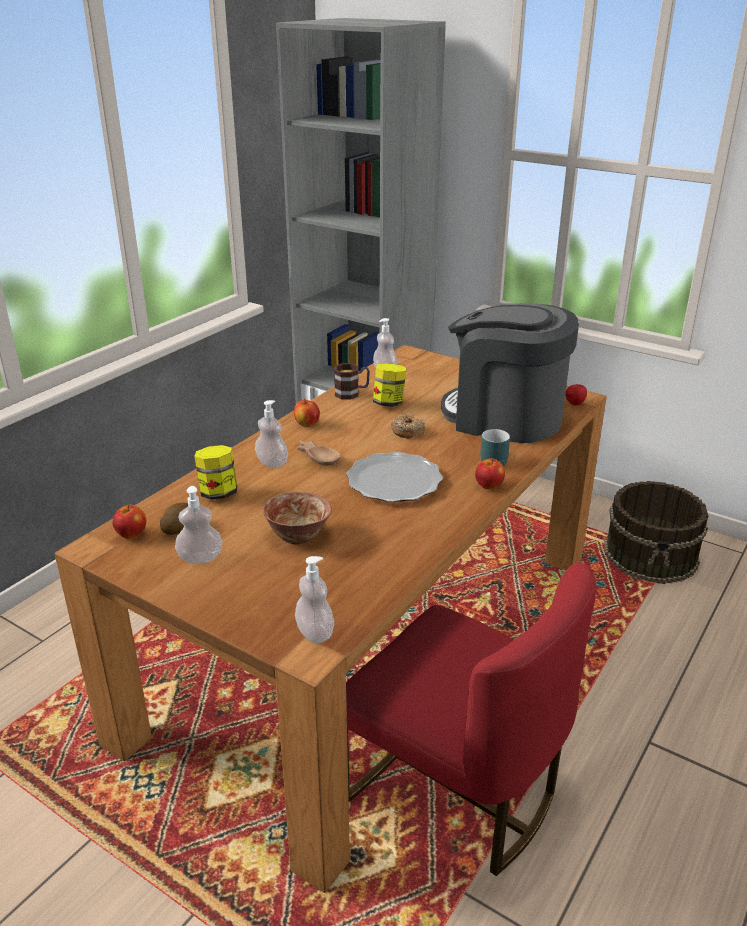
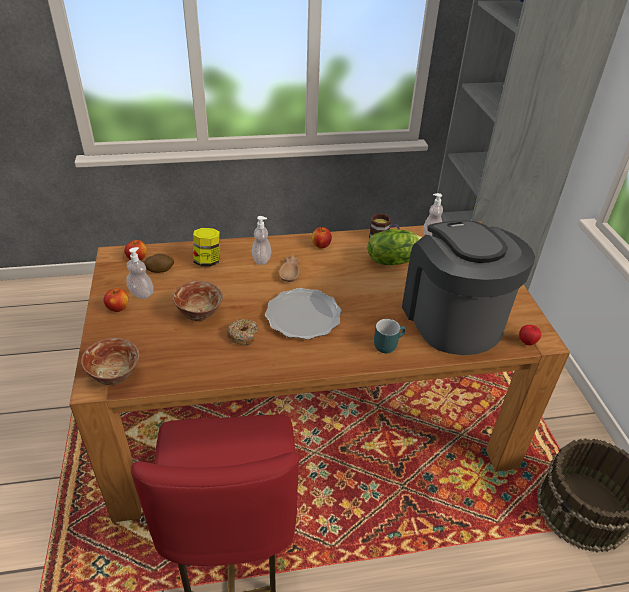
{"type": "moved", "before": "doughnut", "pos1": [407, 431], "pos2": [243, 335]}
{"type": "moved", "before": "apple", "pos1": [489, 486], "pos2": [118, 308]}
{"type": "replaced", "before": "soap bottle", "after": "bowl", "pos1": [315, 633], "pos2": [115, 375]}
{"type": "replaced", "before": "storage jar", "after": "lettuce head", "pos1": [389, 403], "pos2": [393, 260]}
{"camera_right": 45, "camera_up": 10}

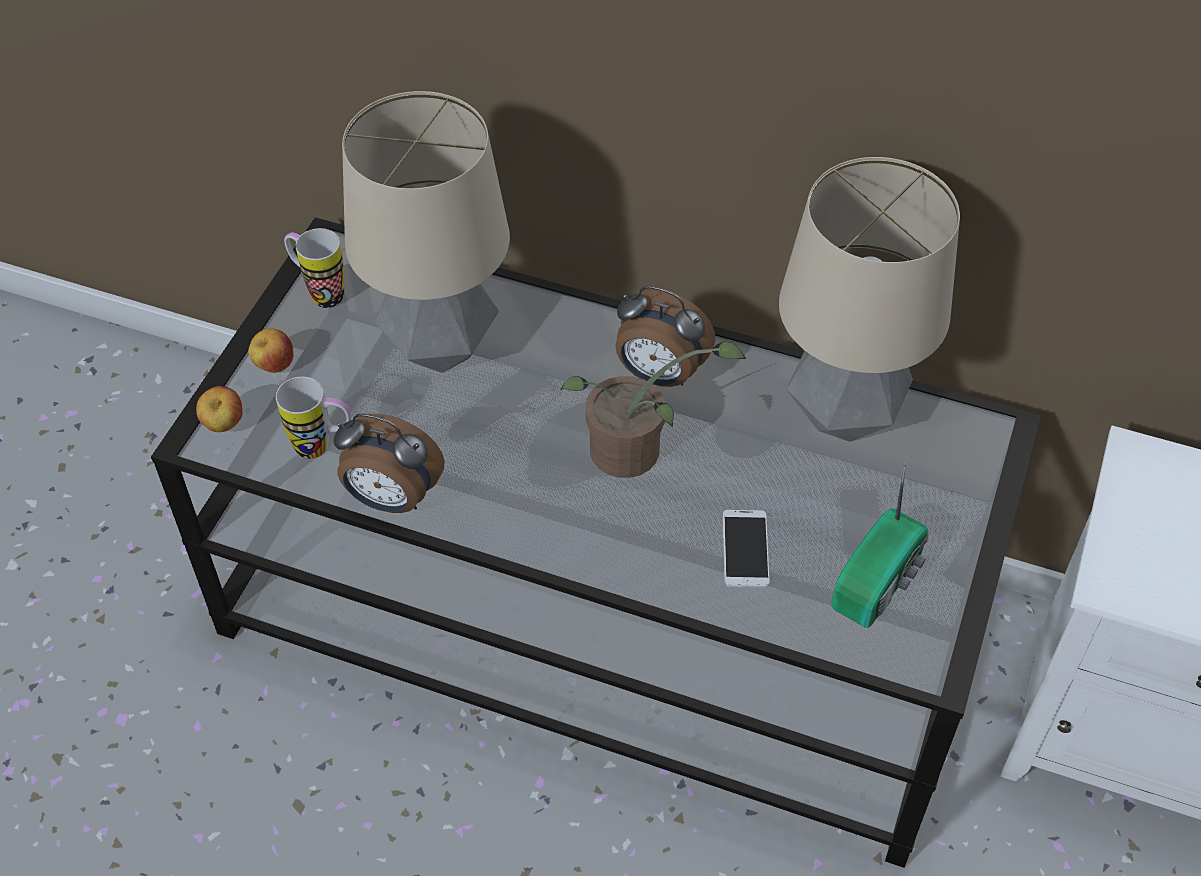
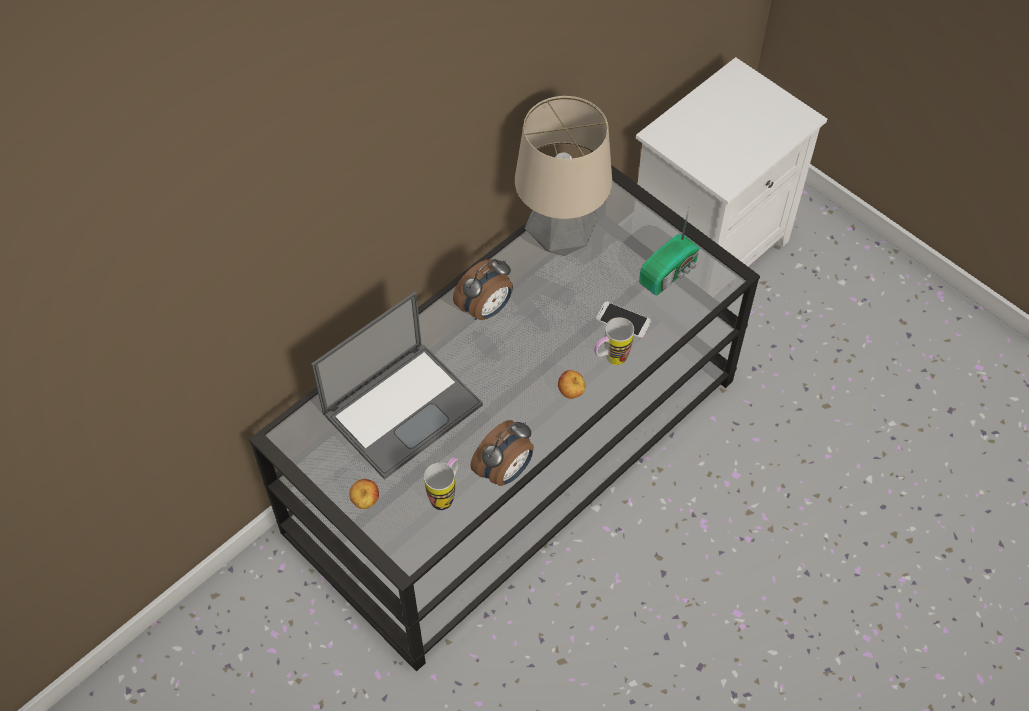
{"type": "removed", "before": "plant in a pot", "pos1": [635, 453]}
{"type": "moved", "before": "apple", "pos1": [223, 425], "pos2": [571, 392]}
{"type": "moved", "before": "coffee mug", "pos1": [319, 292], "pos2": [610, 359]}
{"type": "replaced", "before": "lamp for a table", "after": "notebook computer", "pos1": [441, 348], "pos2": [403, 407]}
{"type": "turned", "before": "radio set", "pos1": [880, 580], "pos2": [670, 272], "turn": 75}
{"camera_right": -65, "camera_up": 5}

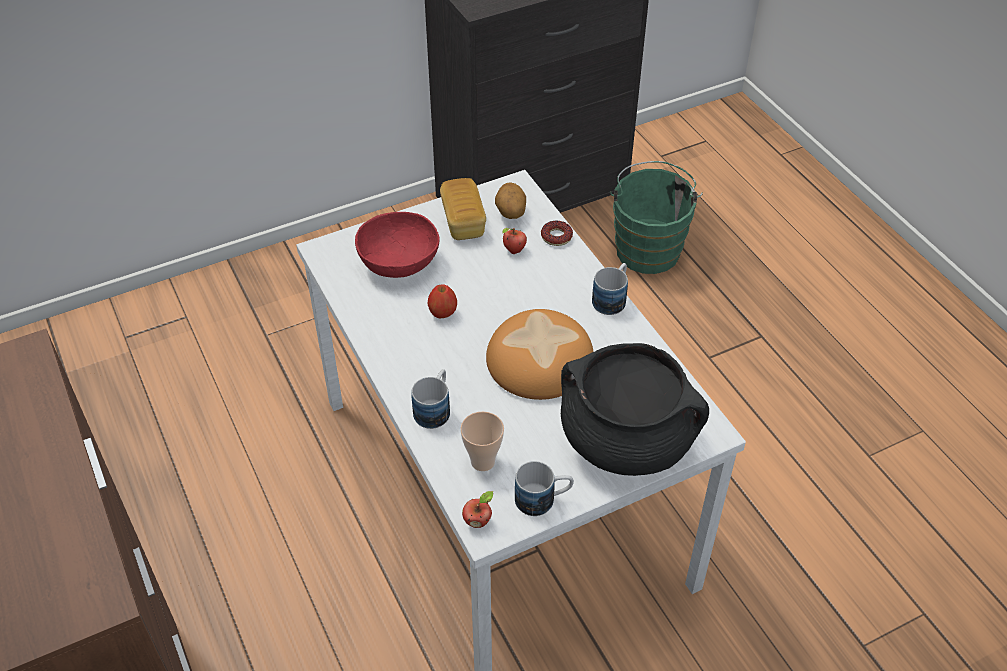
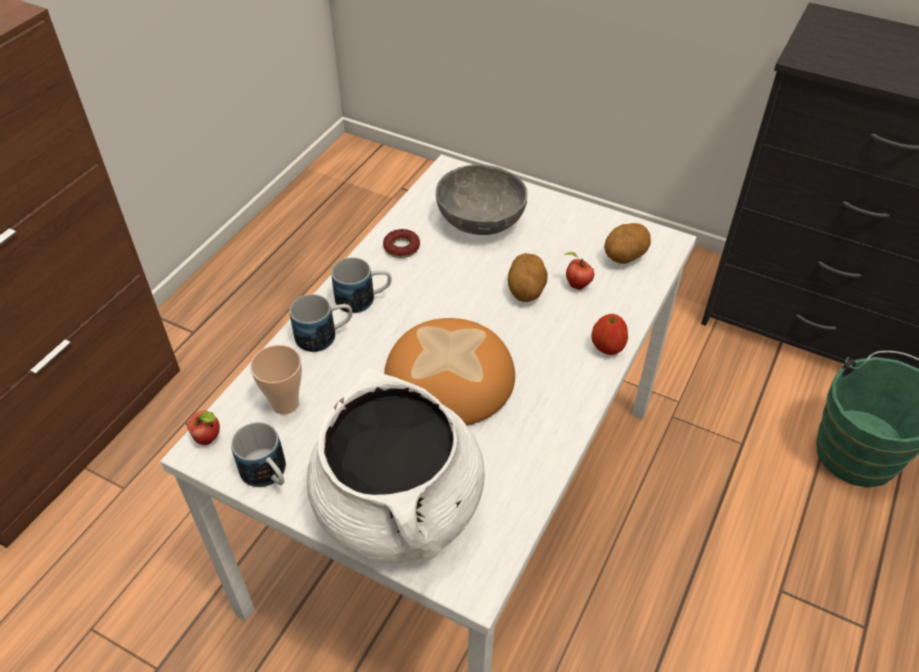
{"type": "removed", "before": "baked bread", "pos1": [463, 221]}
{"type": "added", "after": "potato", "pos2": [526, 291]}
{"type": "moved", "before": "apple", "pos1": [442, 313], "pos2": [607, 348]}
{"type": "moved", "before": "doughnut", "pos1": [556, 236], "pos2": [401, 247]}
{"type": "moved", "before": "coffee mug", "pos1": [612, 298], "pos2": [364, 299]}
{"type": "recoloured", "before": "bowl/red", "after": "bowl/greyish", "pos1": [399, 263], "pos2": [481, 221]}
{"type": "recoloured", "before": "saucepot/black-coloured", "after": "saucepot/white", "pos1": [627, 440], "pos2": [399, 508]}
{"camera_right": 55, "camera_up": 0}

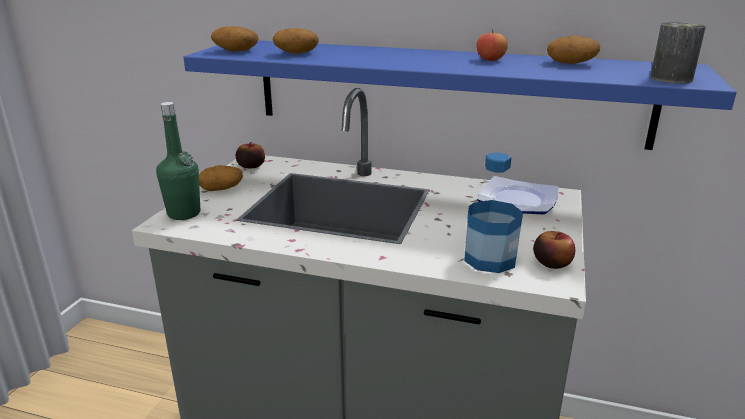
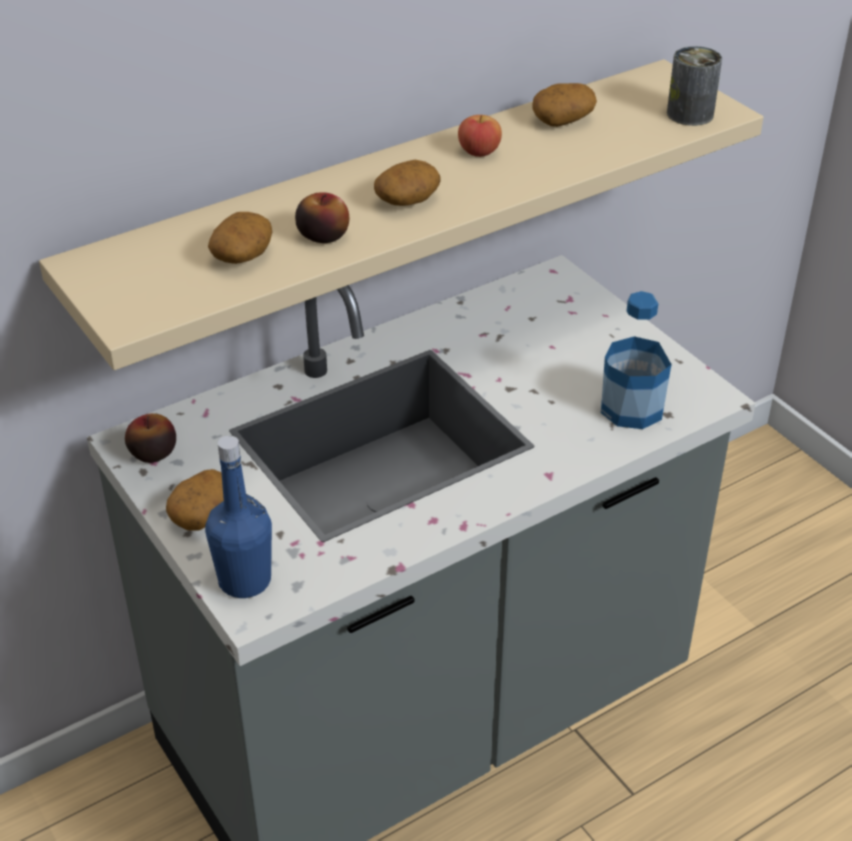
{"type": "removed", "before": "dinner plate", "pos1": [516, 200]}
{"type": "moved", "before": "potato", "pos1": [235, 51], "pos2": [407, 201]}
{"type": "moved", "before": "apple", "pos1": [552, 263], "pos2": [323, 235]}
{"type": "recoloured", "before": "drink bottle/green-coloured", "after": "drink bottle/blue-coloured", "pos1": [184, 214], "pos2": [245, 580]}
{"type": "recoloured", "before": "shelf/blue-coloured", "after": "shelf/beige", "pos1": [445, 91], "pos2": [386, 203]}
{"camera_right": -50, "camera_up": 15}

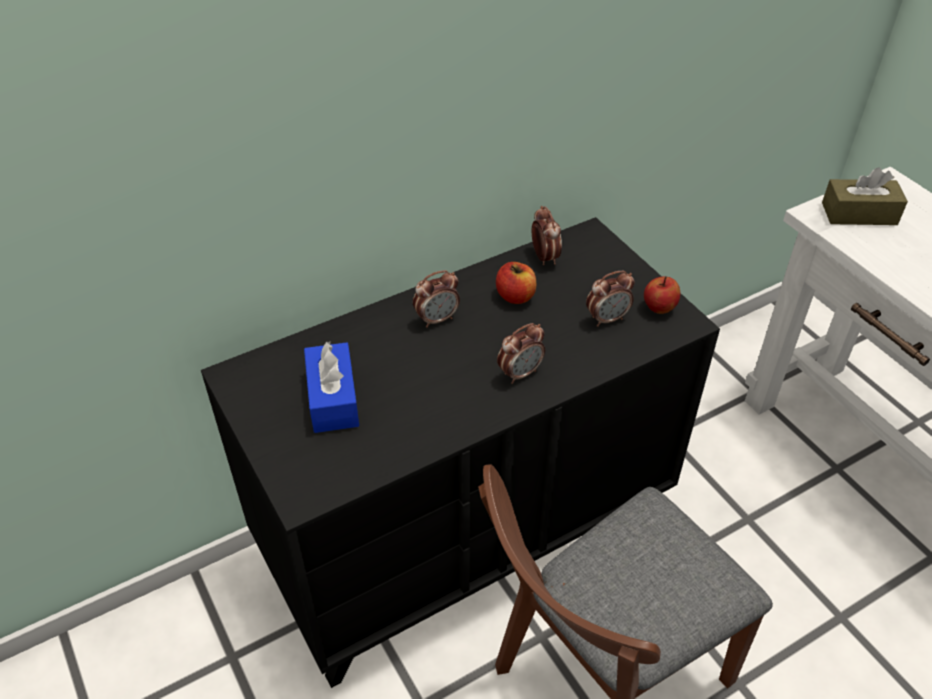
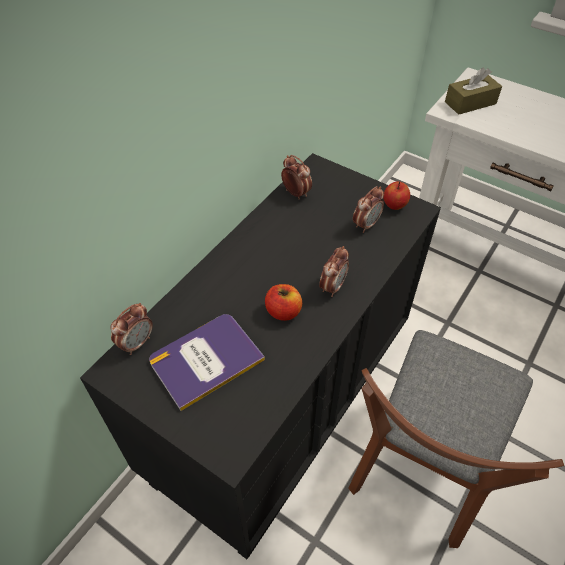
{"type": "moved", "before": "bedside clock", "pos1": [437, 319], "pos2": [137, 343]}
{"type": "moved", "before": "apple", "pos1": [515, 296], "pos2": [283, 311]}
{"type": "replaced", "before": "tissue box/blue-coloured", "after": "book", "pos1": [333, 398], "pos2": [206, 360]}
{"camera_right": -25, "camera_up": 5}

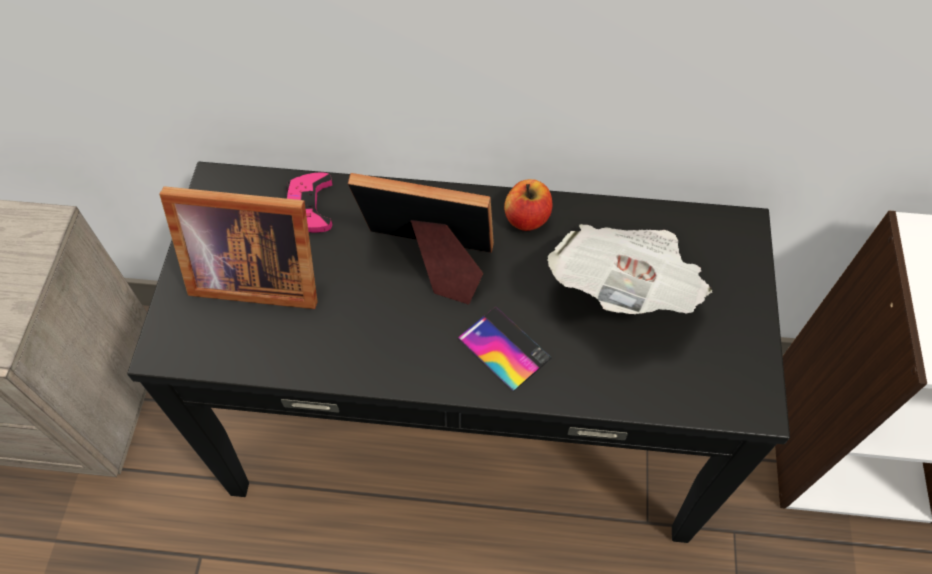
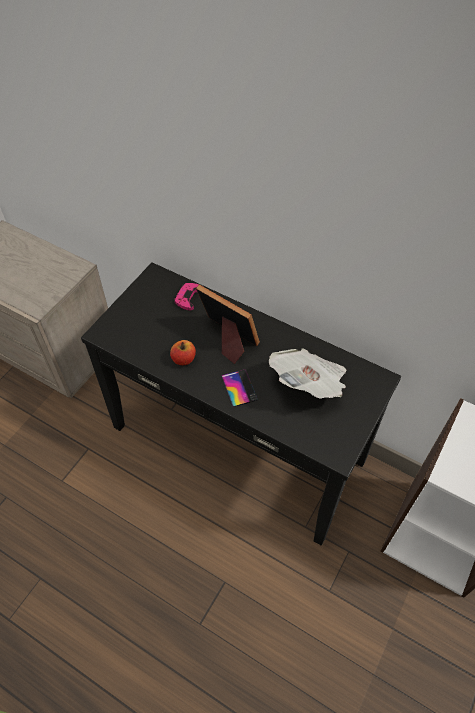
{"type": "removed", "before": "picture frame", "pos1": [254, 274]}
{"type": "moved", "before": "apple", "pos1": [527, 218], "pos2": [184, 359]}
{"camera_right": 25, "camera_up": -5}

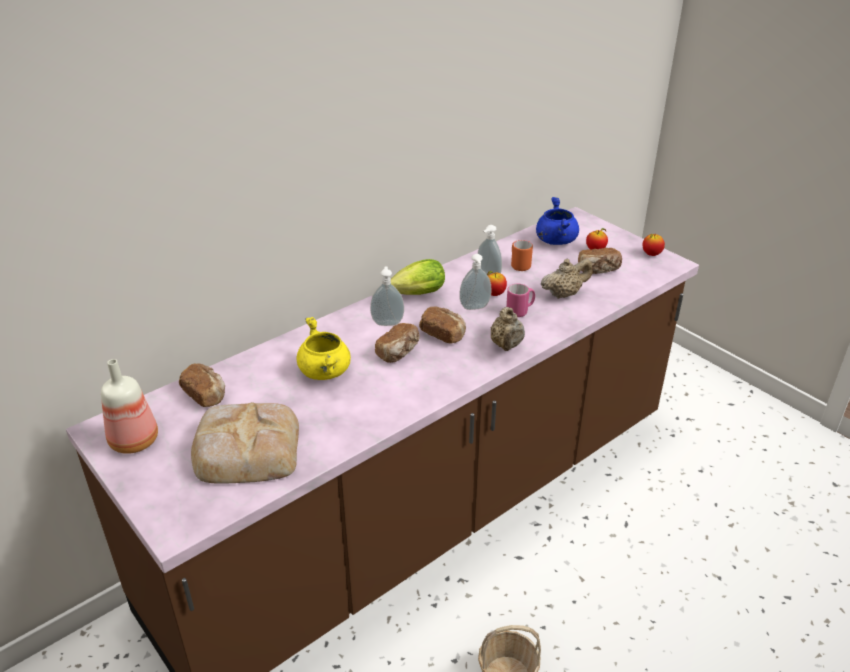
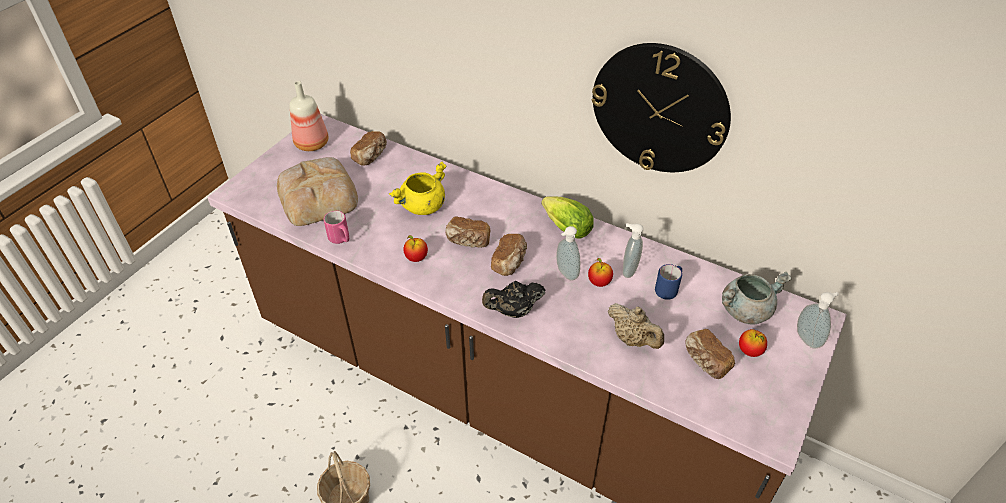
{"type": "added", "after": "clock on the wall", "pos2": [660, 109]}
{"type": "moved", "before": "soap bottle", "pos1": [387, 322], "pos2": [808, 339]}
{"type": "moved", "before": "coffee mug/pinkish", "pos1": [520, 311], "pos2": [341, 239]}
{"type": "moved", "before": "apple", "pos1": [651, 254], "pos2": [416, 258]}
{"type": "recoloured", "before": "pot for tea/beige", "after": "pot for tea/black-coloured", "pos1": [506, 345], "pos2": [513, 311]}
{"type": "recoloured", "before": "coffee mug/orange", "after": "coffee mug/blue-coloured", "pos1": [519, 265], "pos2": [668, 289]}
{"type": "recoloured", "before": "saucepot/blue-coloured", "after": "saucepot/greyish", "pos1": [555, 240], "pos2": [745, 310]}
{"camera_right": 70, "camera_up": 10}

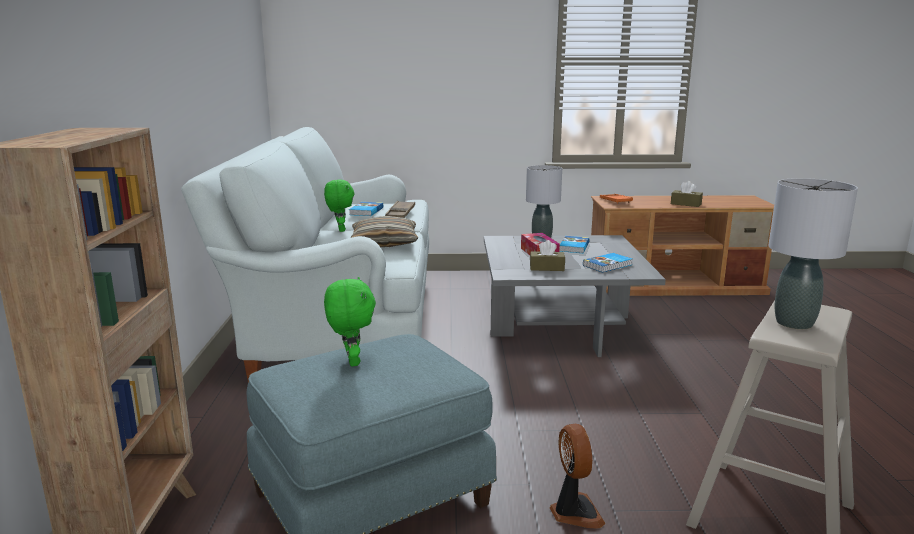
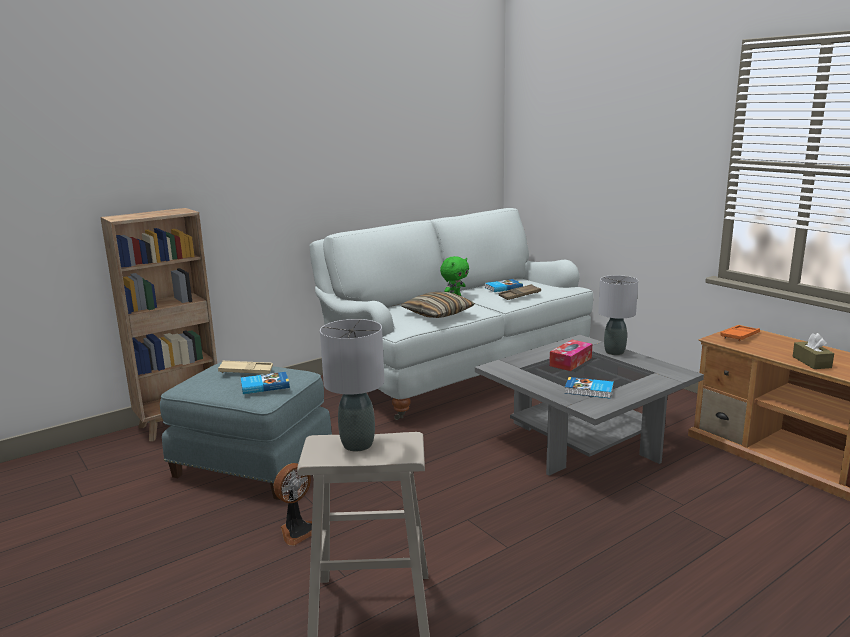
{"type": "removed", "before": "tissue box/brownish", "pos1": [547, 268]}
{"type": "moved", "before": "book", "pos1": [573, 247], "pos2": [264, 385]}
{"type": "replaced", "before": "soft toy/green-coloured", "after": "tray/beige", "pos1": [351, 361], "pos2": [246, 371]}
{"camera_right": 55, "camera_up": 0}

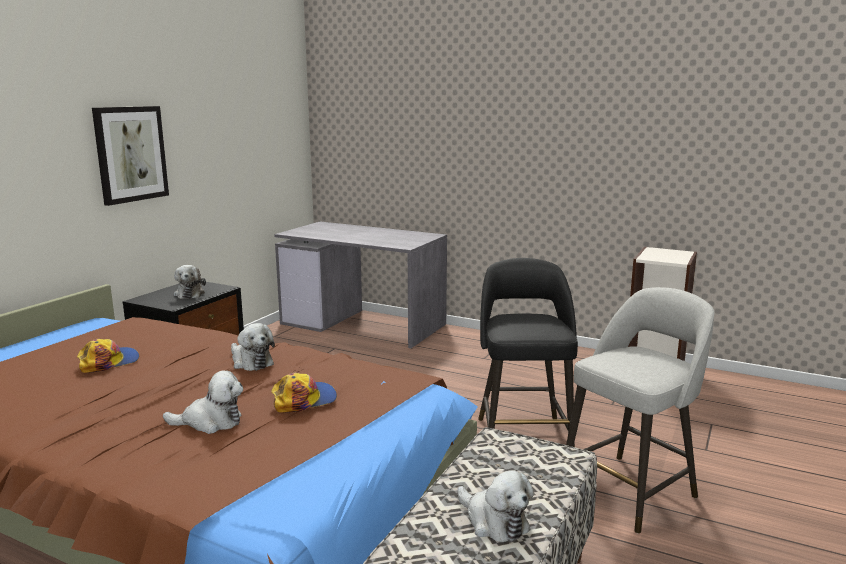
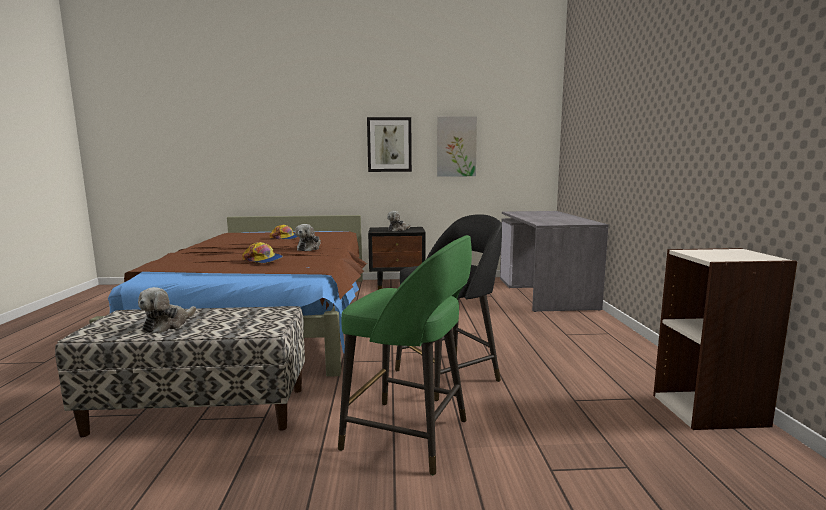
{"type": "removed", "before": "soft toy", "pos1": [210, 422]}
{"type": "added", "after": "wall art", "pos2": [456, 147]}
{"type": "recoloured", "before": "sitting stool/greyish", "after": "sitting stool/green-coloured", "pos1": [630, 490], "pos2": [409, 435]}
{"camera_right": 60, "camera_up": -5}

